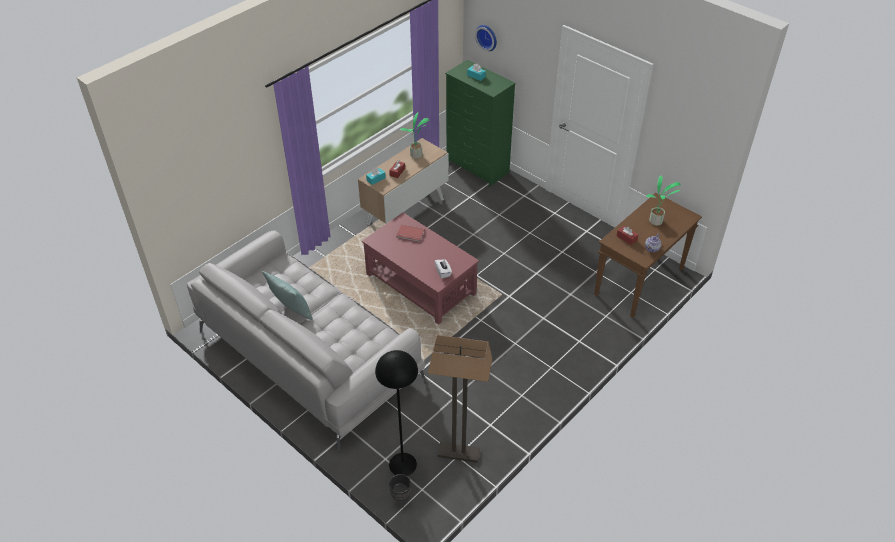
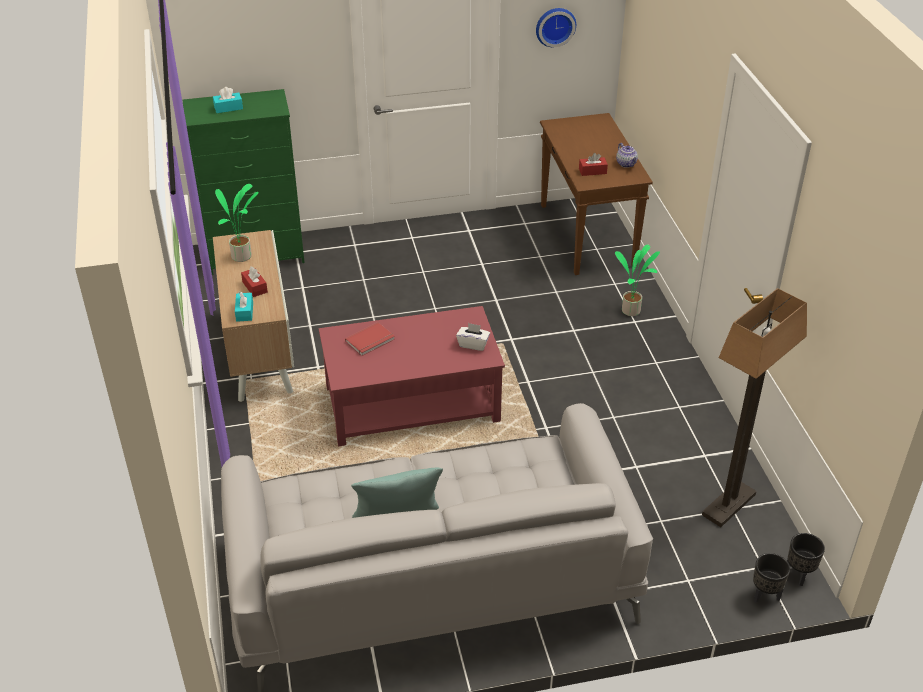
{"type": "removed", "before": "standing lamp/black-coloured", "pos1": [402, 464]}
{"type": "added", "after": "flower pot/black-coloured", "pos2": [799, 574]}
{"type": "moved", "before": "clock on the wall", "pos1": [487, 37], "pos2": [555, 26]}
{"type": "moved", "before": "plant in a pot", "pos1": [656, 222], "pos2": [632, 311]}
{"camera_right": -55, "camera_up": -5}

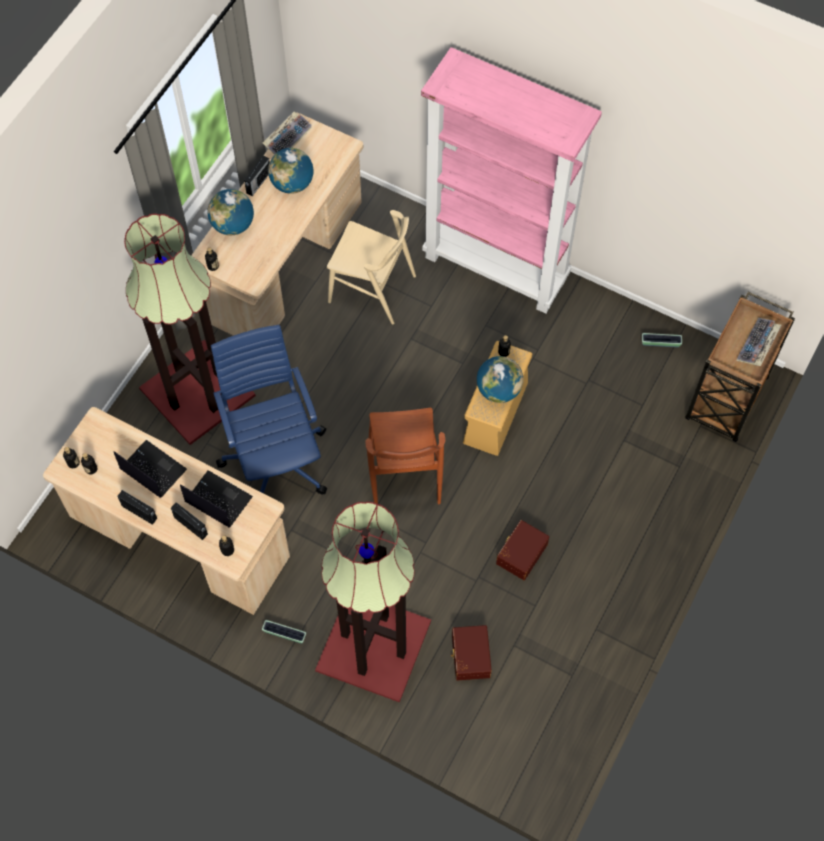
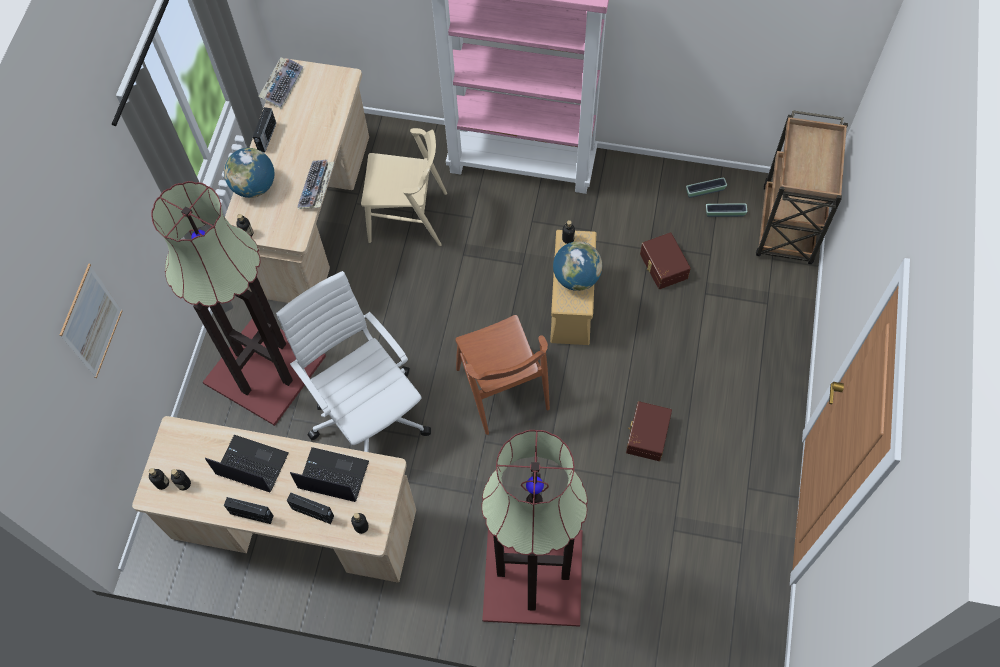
{"type": "removed", "before": "globe", "pos1": [292, 184]}
{"type": "added", "after": "wall art", "pos2": [91, 322]}
{"type": "moved", "before": "flower pot", "pos1": [284, 634], "pos2": [725, 213]}
{"type": "moved", "before": "storage box/brownish", "pos1": [469, 656], "pos2": [662, 266]}
{"type": "moved", "before": "keyboard", "pos1": [757, 346], "pos2": [317, 188]}
{"type": "recoloured", "before": "office chair/blue-coloured", "after": "office chair/white", "pos1": [276, 458], "pos2": [368, 413]}
{"camera_right": -15, "camera_up": 0}

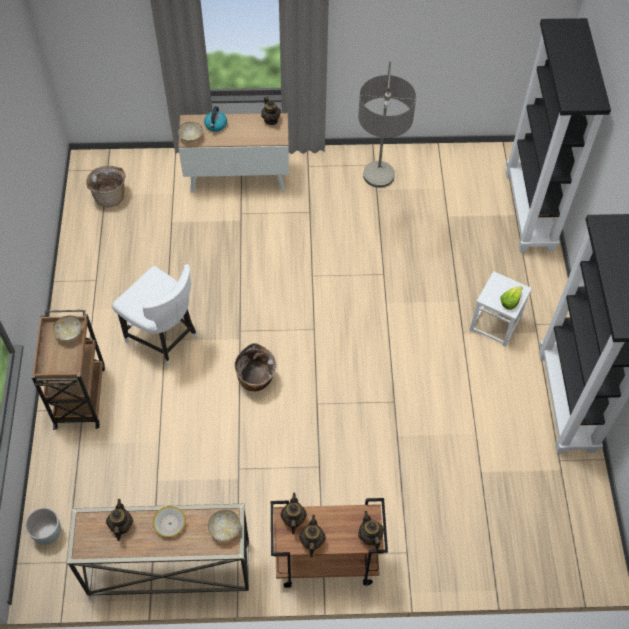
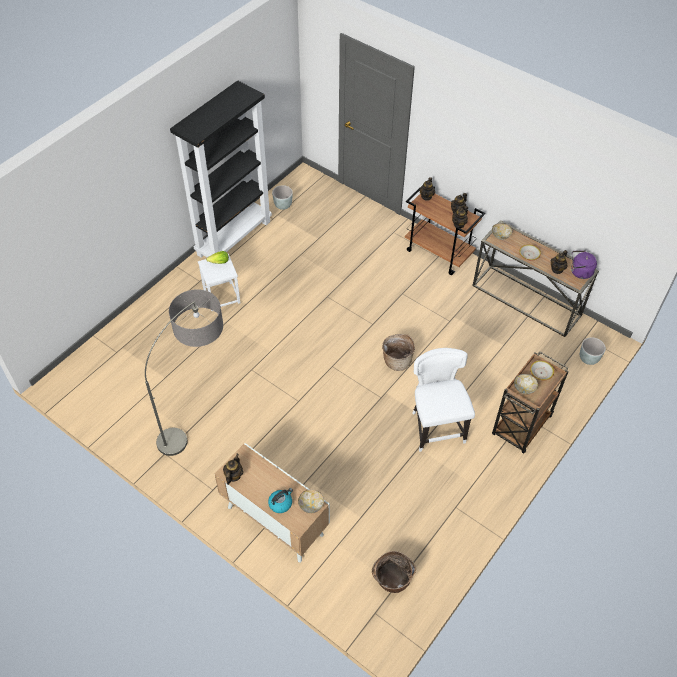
{"type": "removed", "before": "bookcase/black-coloured", "pos1": [530, 211]}
{"type": "added", "after": "flower pot/greyish", "pos2": [283, 205]}
{"type": "added", "after": "bowl", "pos2": [541, 373]}
{"type": "added", "after": "kettle/purplish", "pos2": [579, 272]}
{"camera_right": -140, "camera_up": -5}

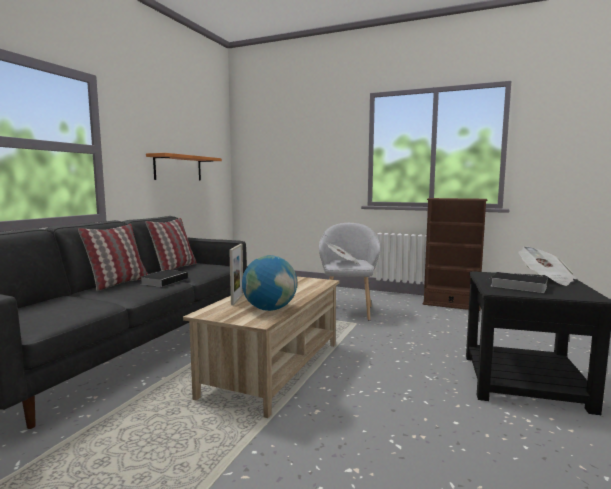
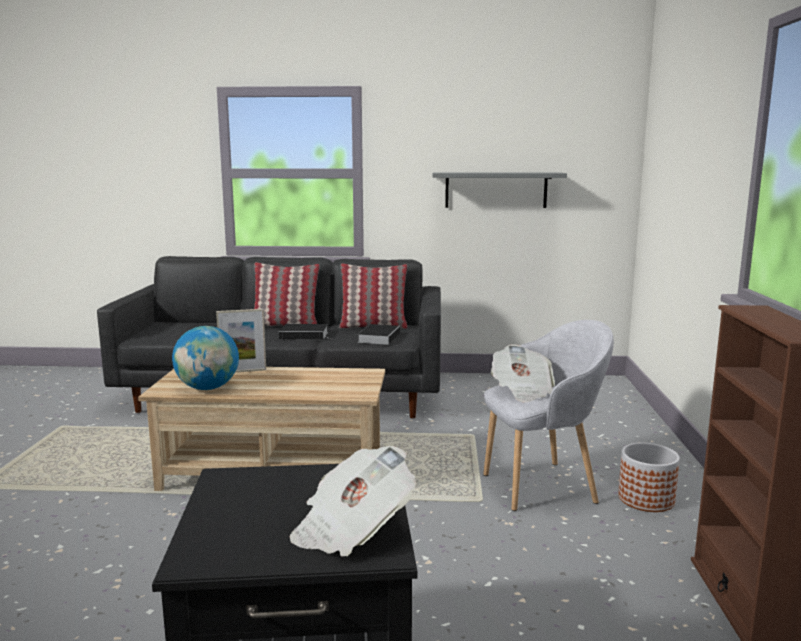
{"type": "added", "after": "flower pot", "pos2": [646, 499]}
{"type": "moved", "before": "book", "pos1": [516, 285], "pos2": [379, 337]}
{"type": "recoloured", "before": "shelf/orange", "after": "shelf/greyish", "pos1": [178, 168], "pos2": [496, 190]}
{"camera_right": 70, "camera_up": 5}

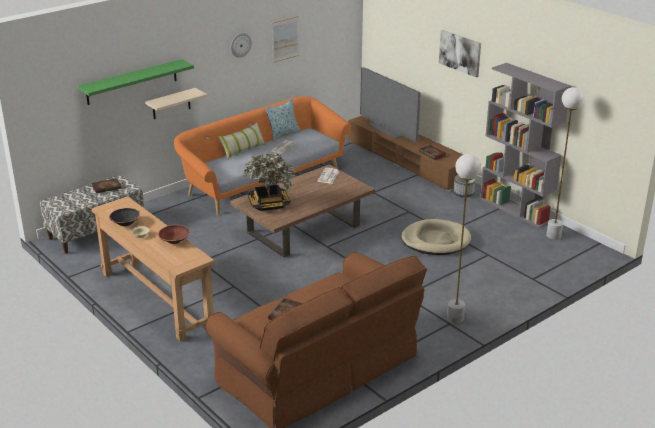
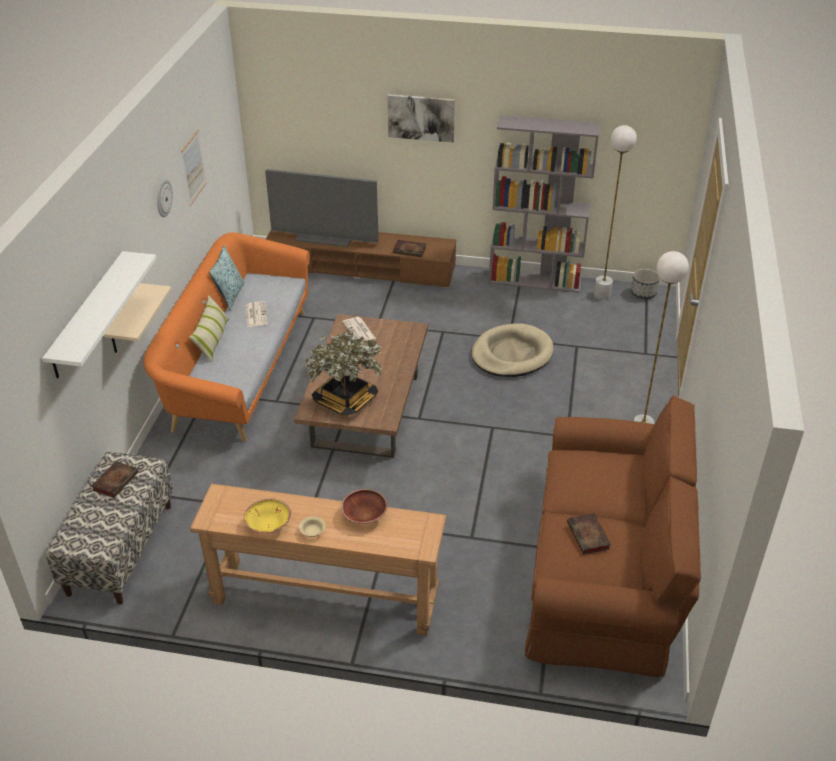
{"type": "moved", "before": "flower pot", "pos1": [463, 193], "pos2": [643, 293]}
{"type": "recoloured", "before": "shelf/green-coloured", "after": "shelf/white", "pos1": [132, 82], "pos2": [88, 314]}
{"type": "recoloured", "before": "bowl/black-coloured", "after": "bowl/yellow", "pos1": [125, 223], "pos2": [269, 525]}
{"camera_right": -40, "camera_up": 10}

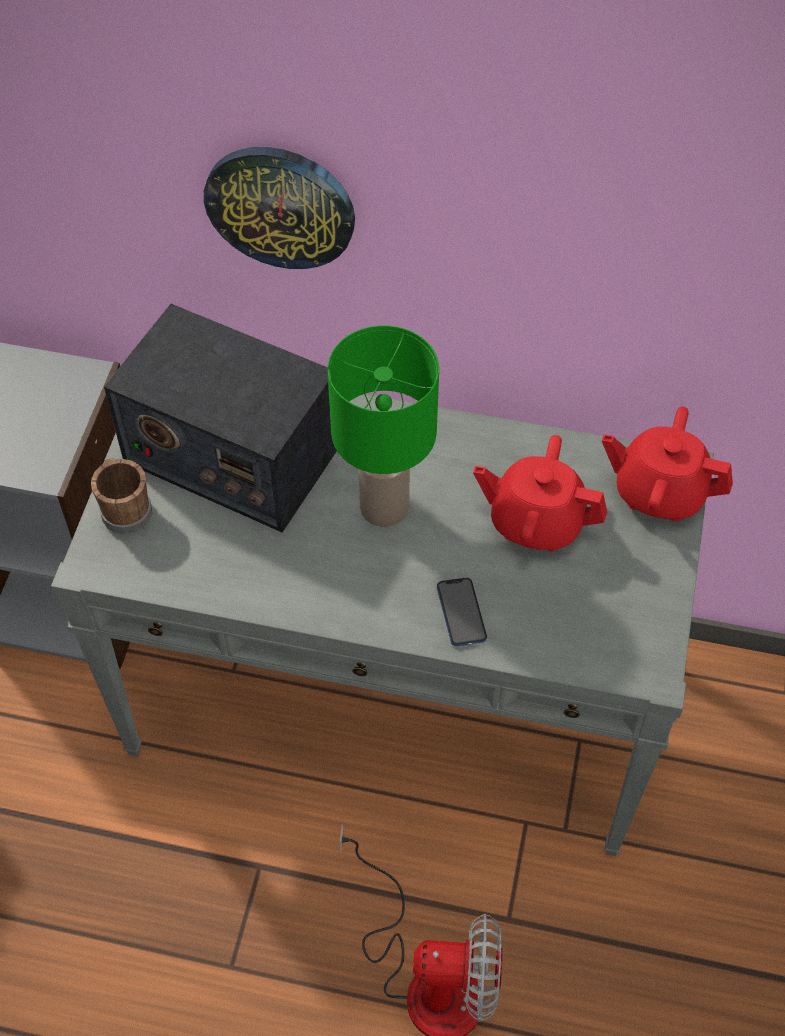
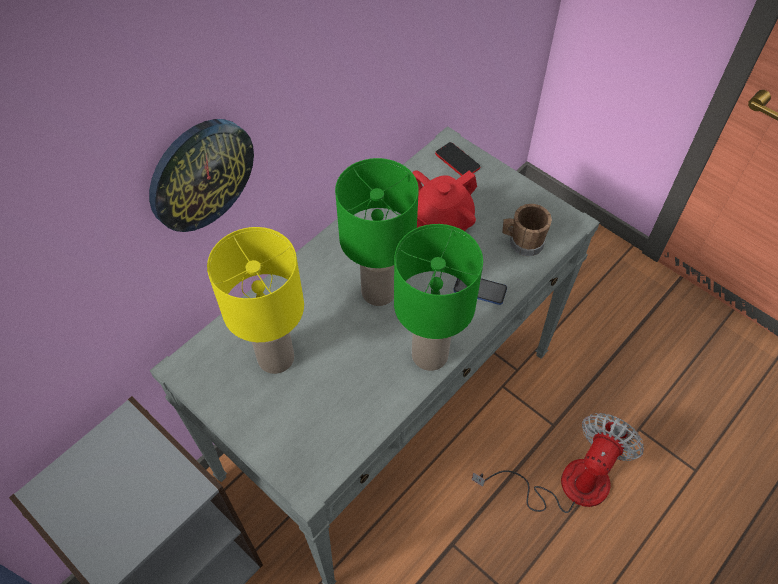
{"type": "added", "after": "lamp for a table/green-coloured", "pos2": [430, 355]}
{"type": "moved", "before": "coffee mug/brownish", "pos1": [125, 509], "pos2": [522, 242]}
{"type": "replaced", "before": "radio set", "after": "lamp for a table/yellow", "pos1": [230, 453], "pos2": [276, 356]}
{"type": "replaced", "before": "pot for tea/red", "after": "handset", "pos1": [659, 492], "pos2": [457, 161]}
{"camera_right": -60, "camera_up": 0}

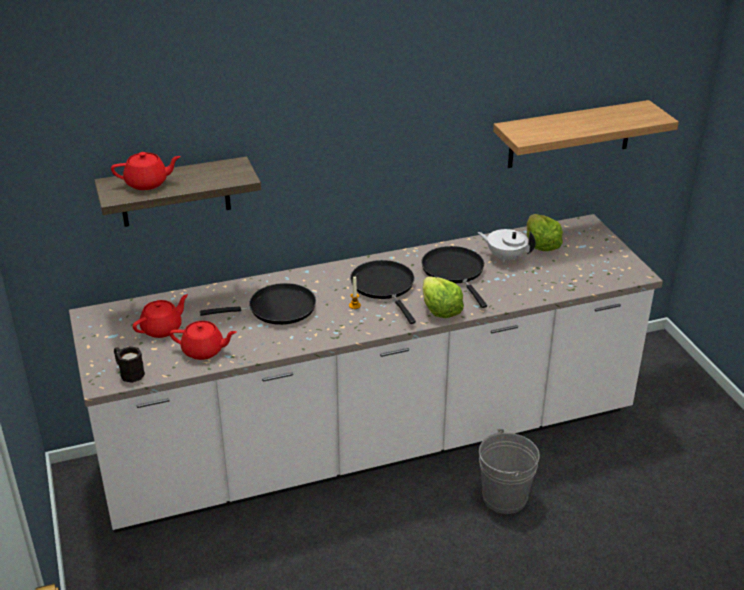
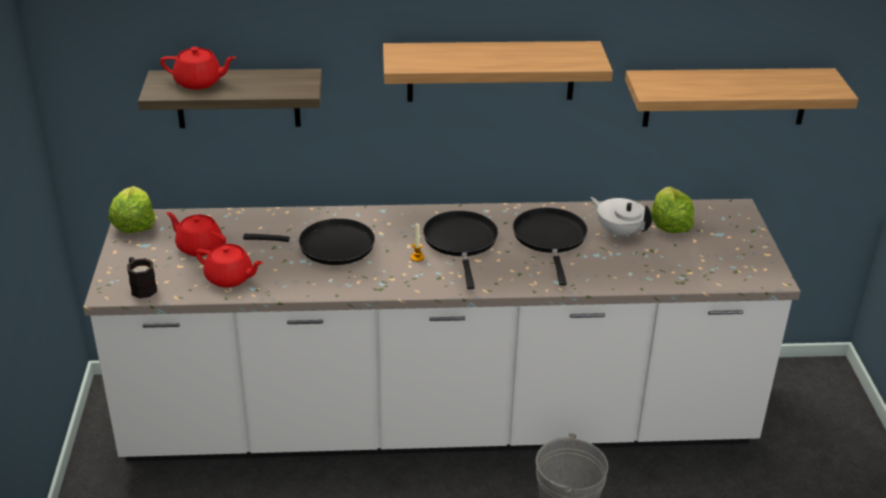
{"type": "added", "after": "shelf", "pos2": [491, 71]}
{"type": "moved", "before": "lettuce head", "pos1": [440, 309], "pos2": [133, 224]}
{"type": "turned", "before": "pot for tea/red", "pos1": [162, 329], "pos2": [199, 247], "turn": -120}
{"camera_right": 15, "camera_up": 0}

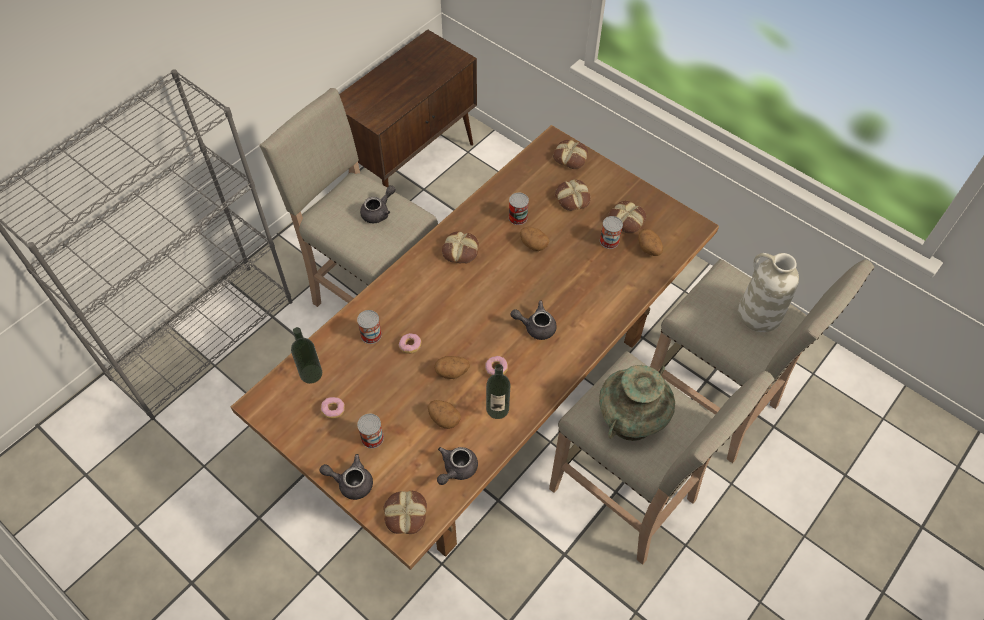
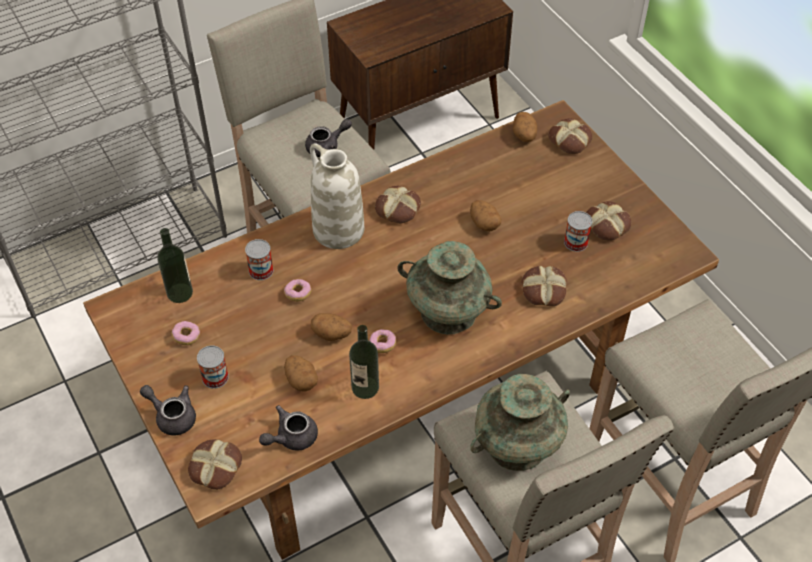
{"type": "removed", "before": "can", "pos1": [518, 217]}
{"type": "moved", "before": "baked bread", "pos1": [572, 198], "pos2": [543, 290]}
{"type": "moved", "before": "potato", "pos1": [649, 249], "pos2": [524, 136]}
{"type": "moved", "before": "decorative vase/white", "pos1": [758, 314], "pos2": [337, 230]}
{"type": "replaced", "before": "pot for tea/greyish", "after": "decorative vase/turquoise", "pos1": [535, 326], "pos2": [447, 312]}
{"camera_right": 20, "camera_up": -5}

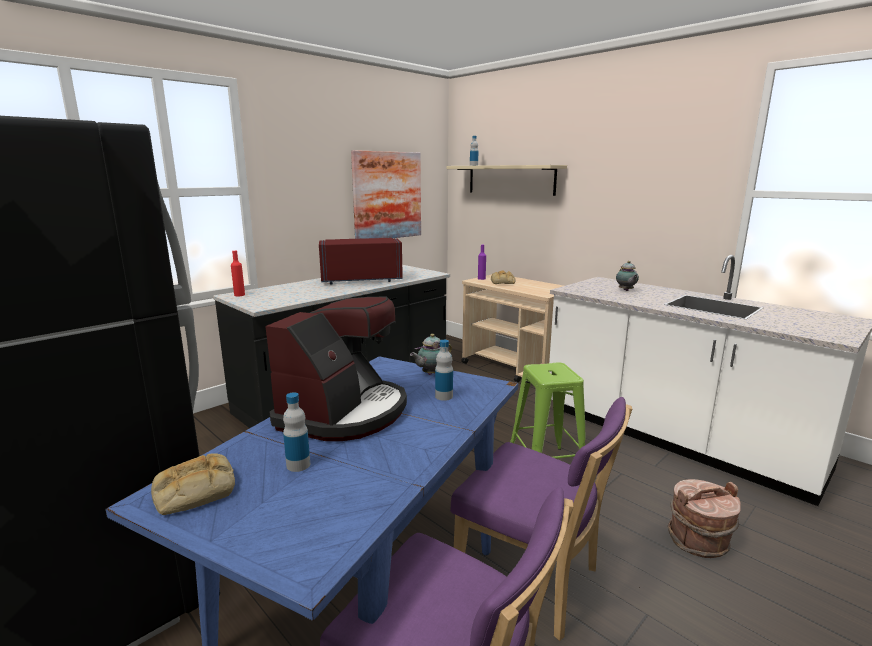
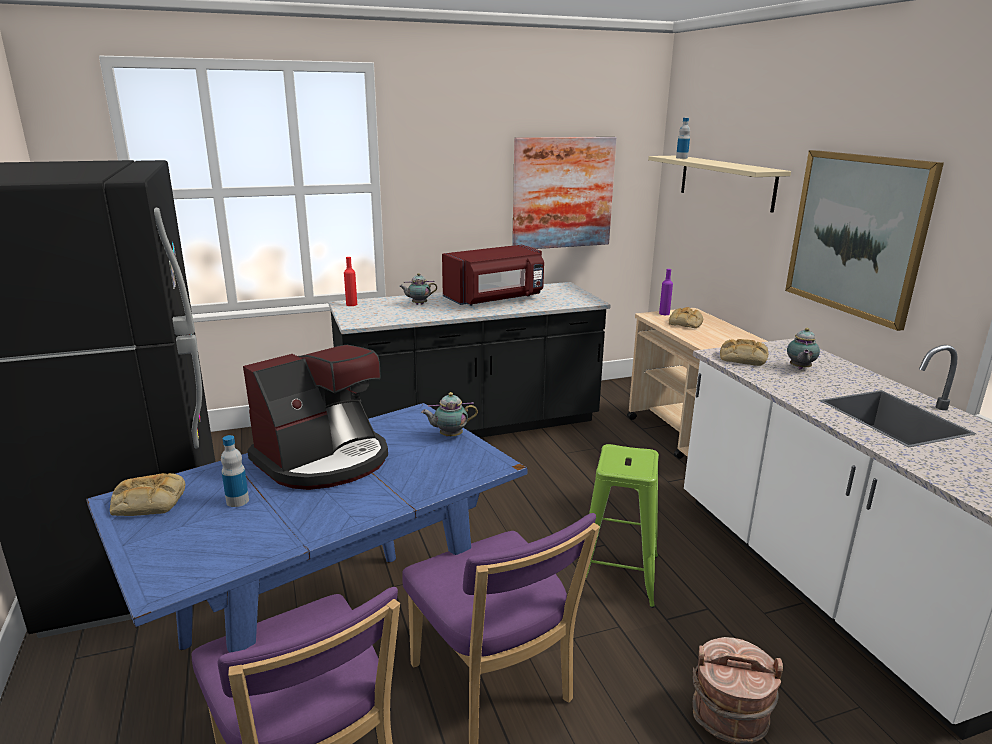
{"type": "removed", "before": "drink bottle", "pos1": [444, 396]}
{"type": "added", "after": "pot for tea", "pos2": [418, 304]}
{"type": "added", "after": "baked bread", "pos2": [742, 358]}
{"type": "added", "after": "wall art", "pos2": [856, 235]}
{"type": "turned", "before": "microwave/red", "pos1": [361, 279], "pos2": [495, 299], "turn": 135}
{"camera_right": 25, "camera_up": 5}

